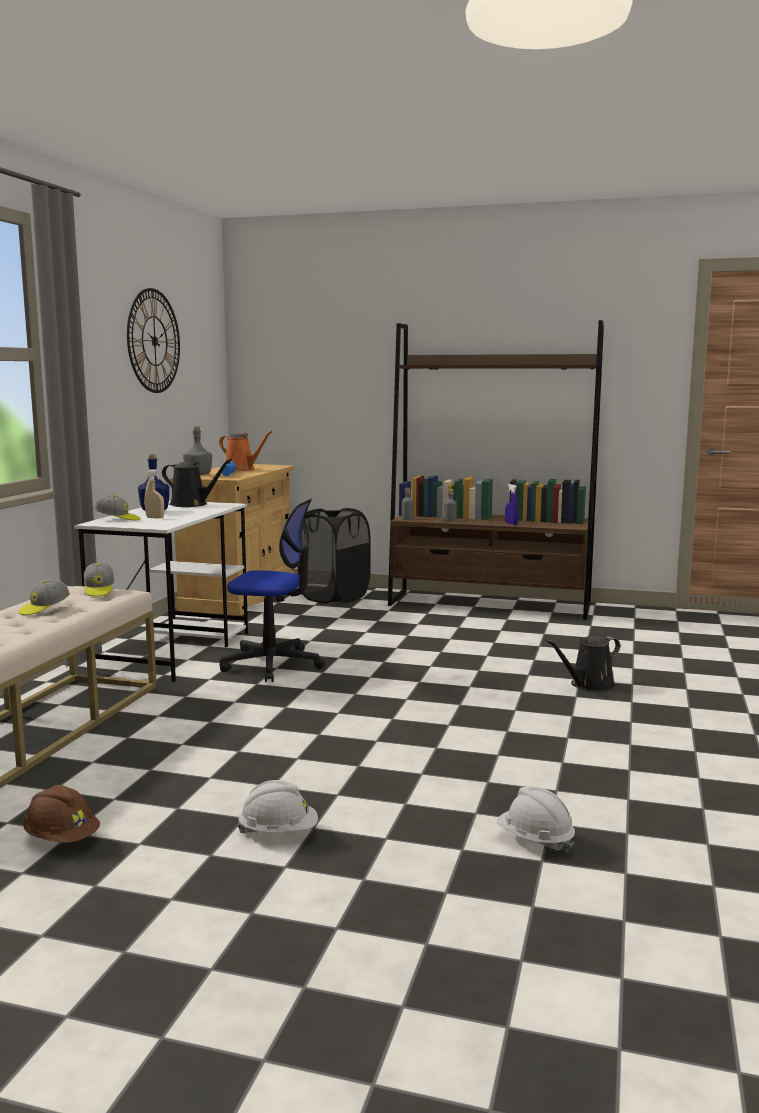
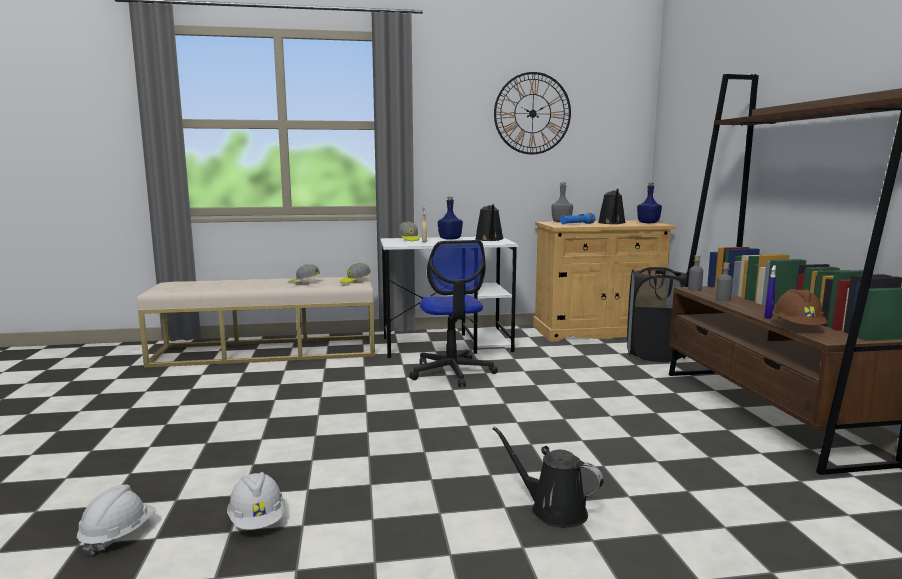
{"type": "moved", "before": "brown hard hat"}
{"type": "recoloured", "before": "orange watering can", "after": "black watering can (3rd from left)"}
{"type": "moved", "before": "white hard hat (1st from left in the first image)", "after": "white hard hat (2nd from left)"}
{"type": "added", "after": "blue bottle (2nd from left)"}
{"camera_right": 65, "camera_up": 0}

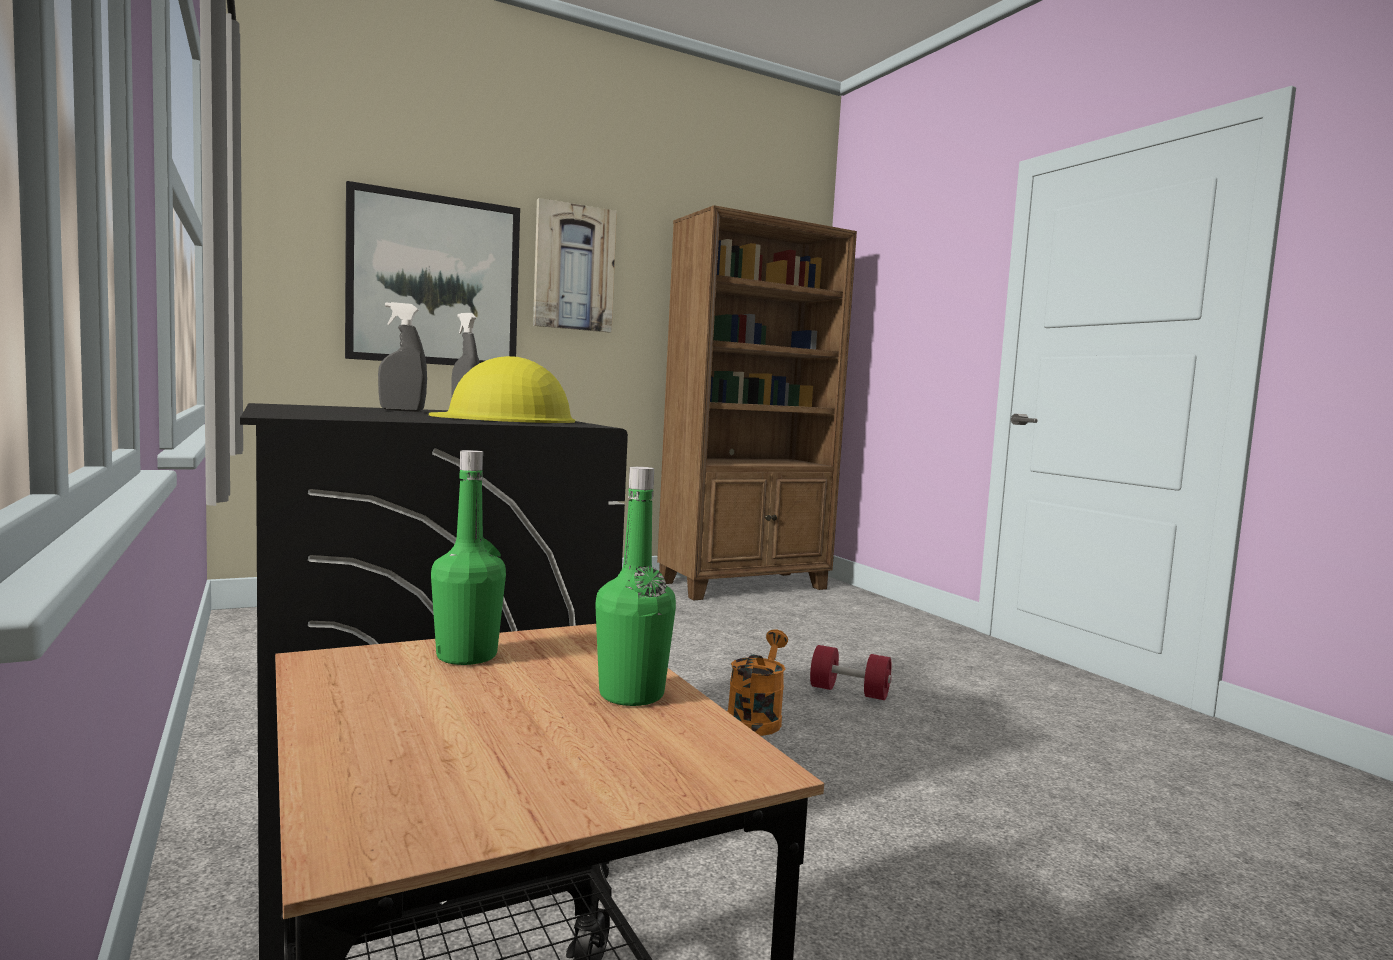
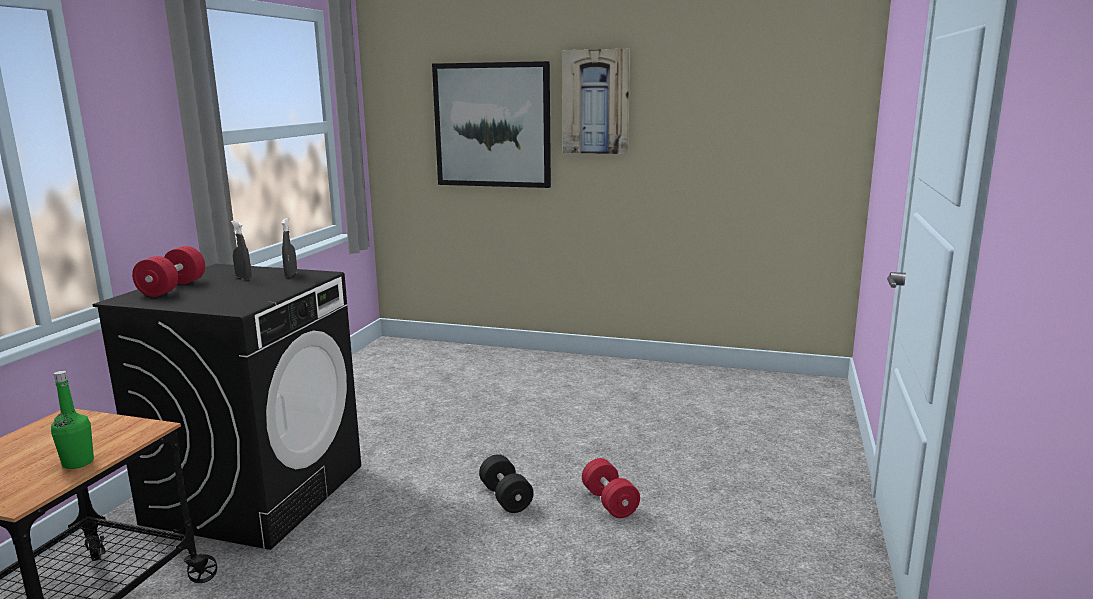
{"type": "removed", "before": "yellow hard hat"}
{"type": "removed", "before": "green bottle (1st from left)"}
{"type": "removed", "before": "brown bookcase"}
{"type": "replaced", "before": "orange watering can", "after": "black dumbbell"}
{"type": "added", "after": "red dumbbell (1st from left)"}
{"camera_right": 45, "camera_up": 10}

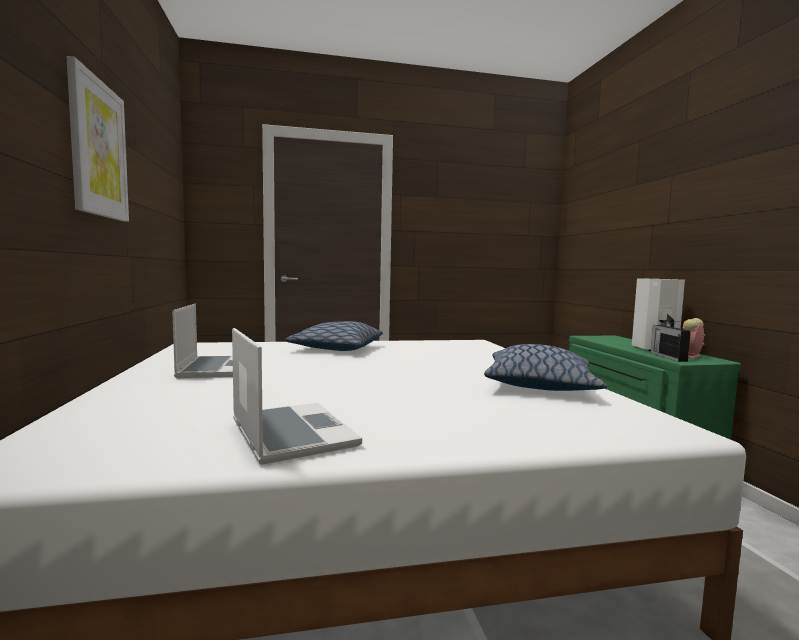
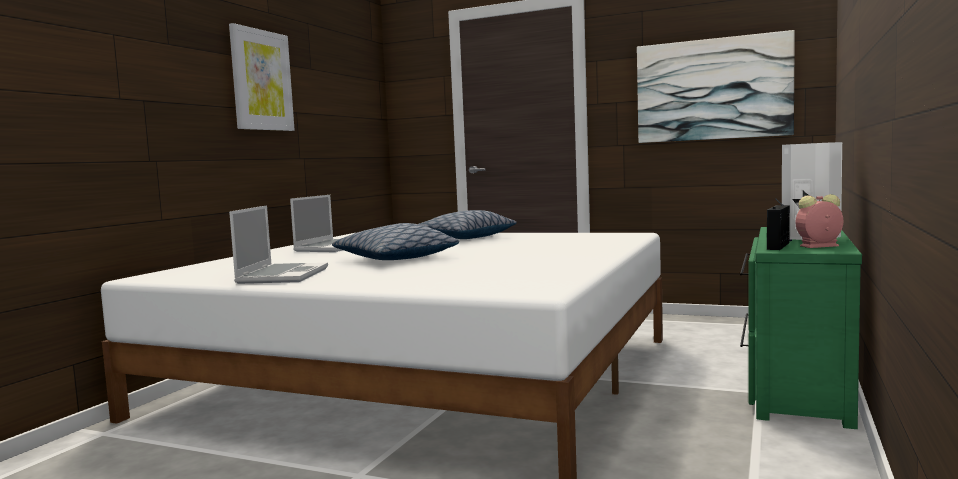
{"type": "moved", "before": "pillow (2nd from left in the first image)", "after": "pillow (1st from left)"}
{"type": "added", "after": "picture (2nd from left)"}
{"camera_right": 35, "camera_up": 0}

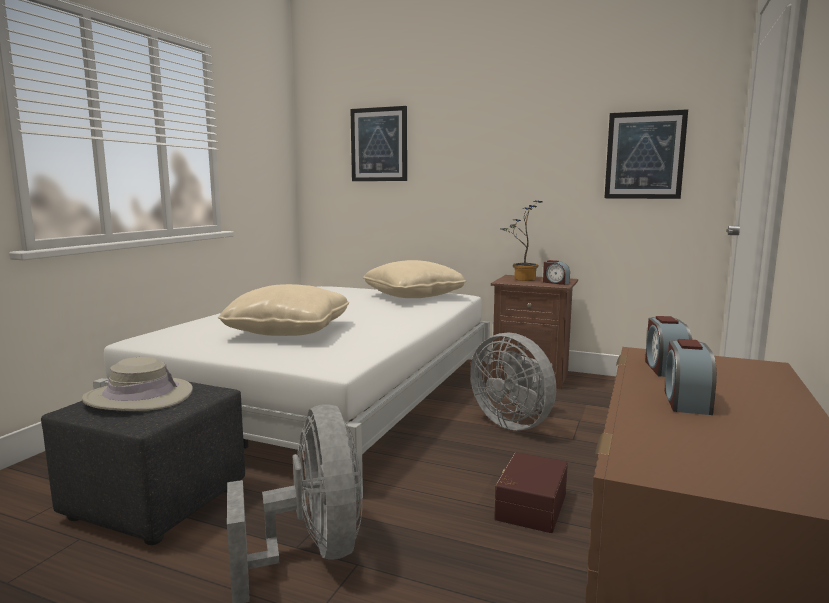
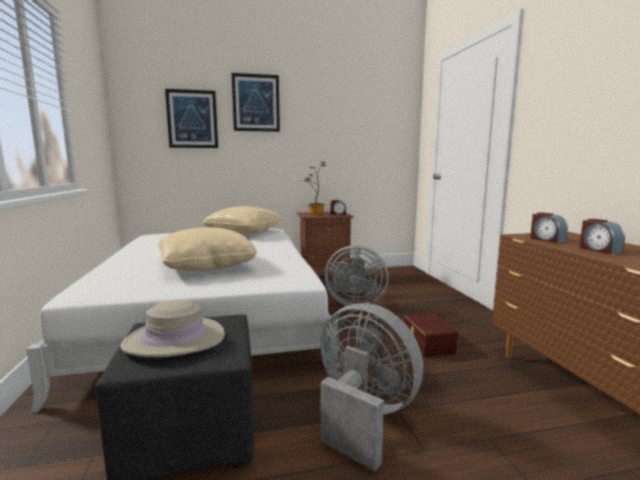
{"type": "moved", "before": "picture (2nd from left)"}
{"camera_right": -35, "camera_up": 0}

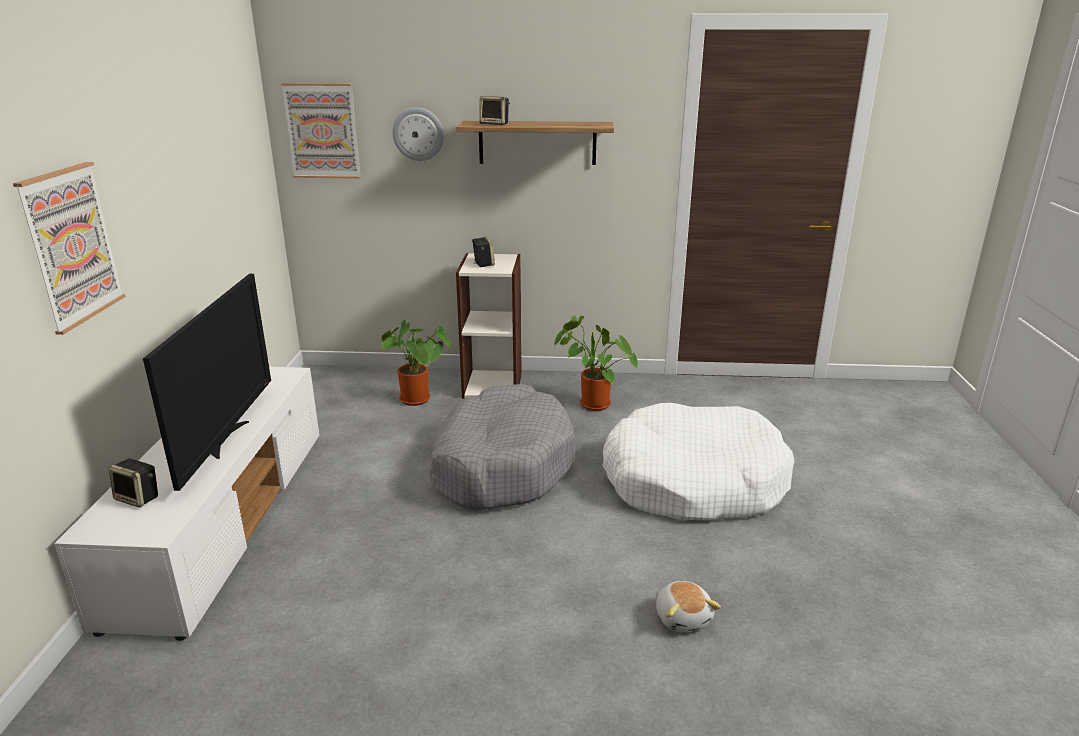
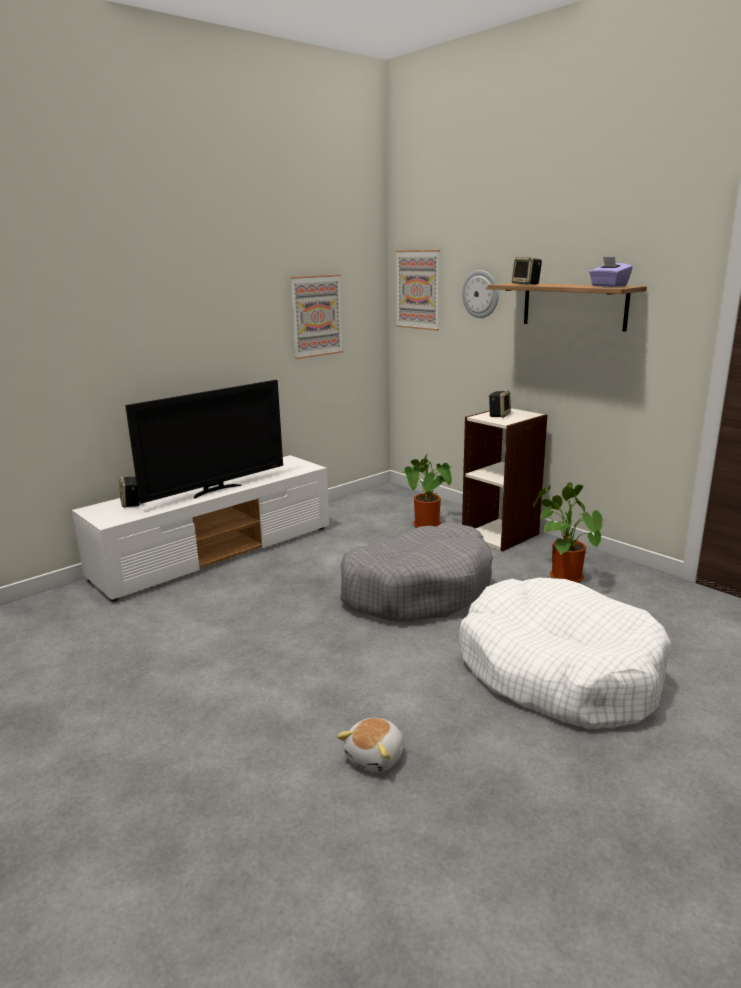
{"type": "moved", "before": "picture (1st from left)"}
{"type": "added", "after": "purple tissue box"}
{"camera_right": 45, "camera_up": -5}

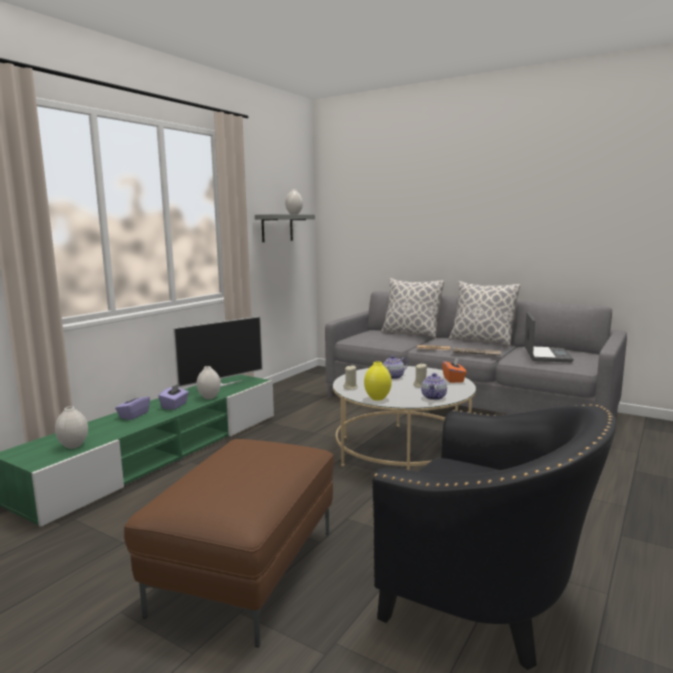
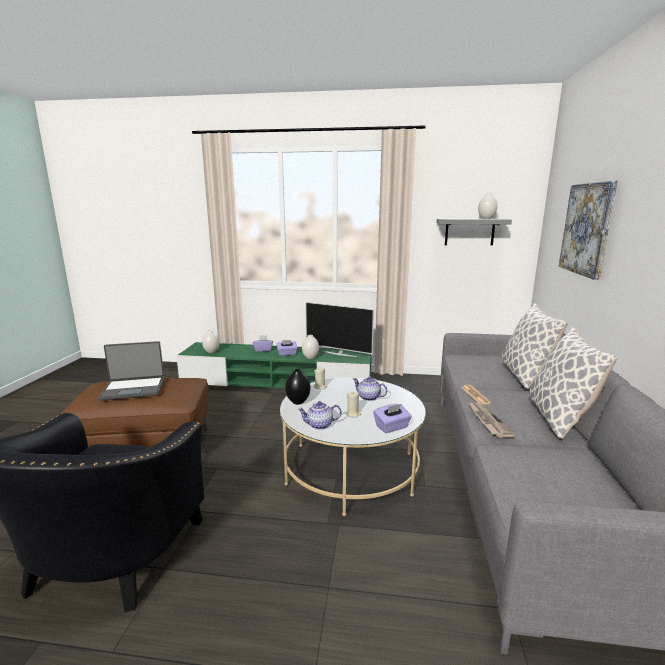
{"type": "recoloured", "before": "yellow vase", "after": "black vase"}
{"type": "recoloured", "before": "orange tissue box", "after": "purple tissue box (3rd from left)"}
{"type": "moved", "before": "laptop"}
{"type": "added", "after": "picture"}
{"camera_right": 65, "camera_up": 5}

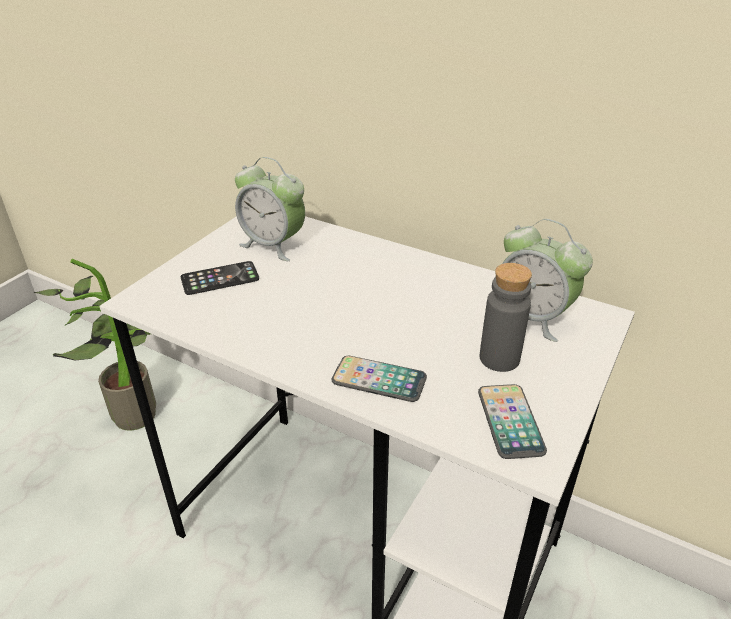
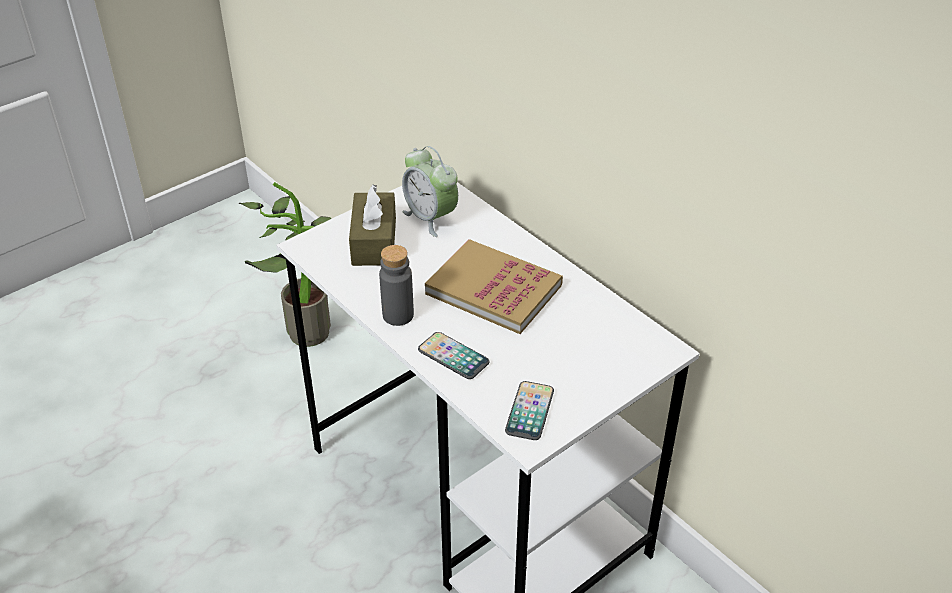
{"type": "replaced", "before": "phone (1st from left)", "after": "brown tissue box"}
{"type": "moved", "before": "grey bottle"}
{"type": "removed", "before": "alarm clock (2nd from left)"}
{"type": "added", "after": "book"}
{"camera_right": 20, "camera_up": 5}

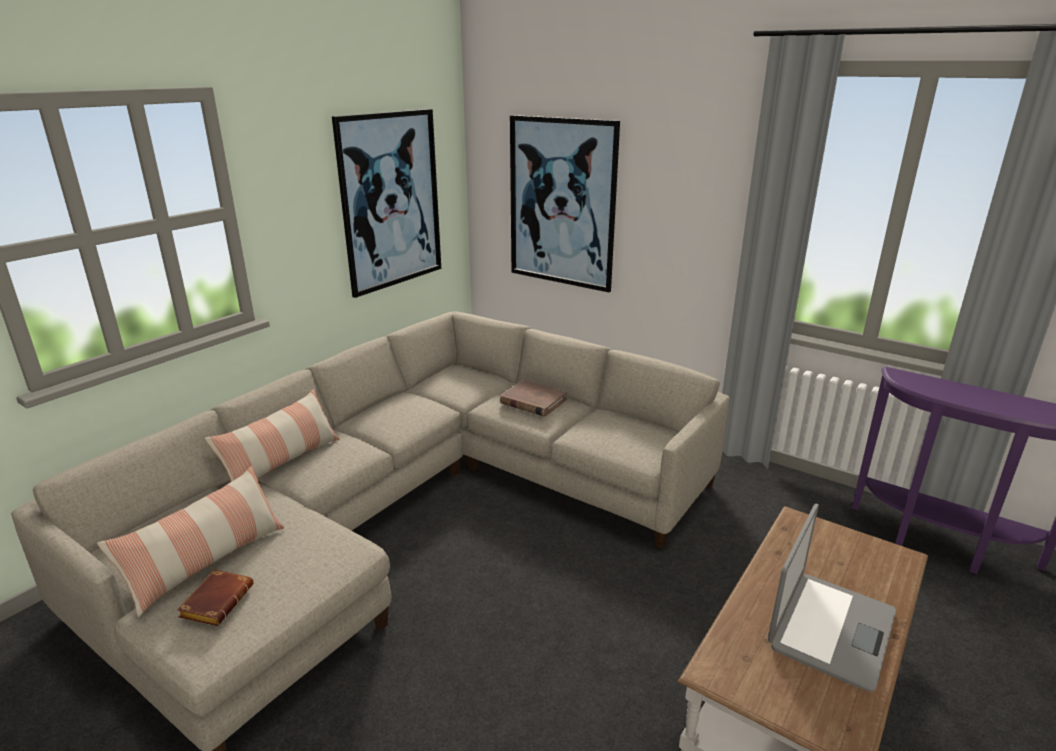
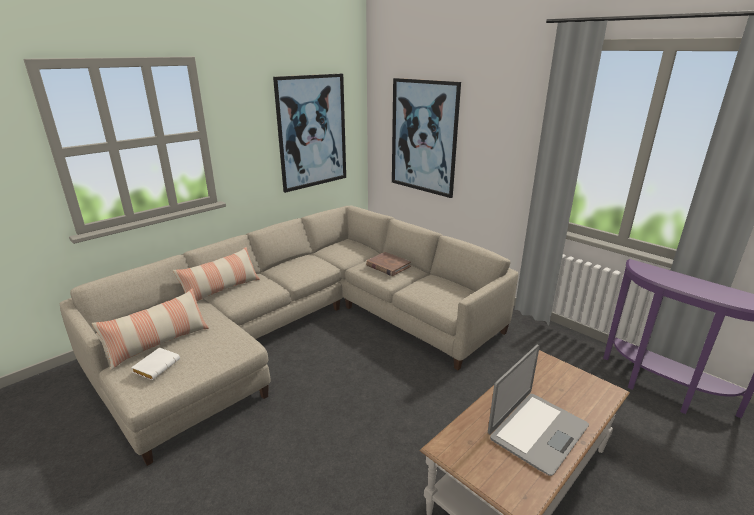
{"type": "recoloured", "before": "brown book (1st from left)", "after": "white book"}
{"camera_right": 10, "camera_up": 0}

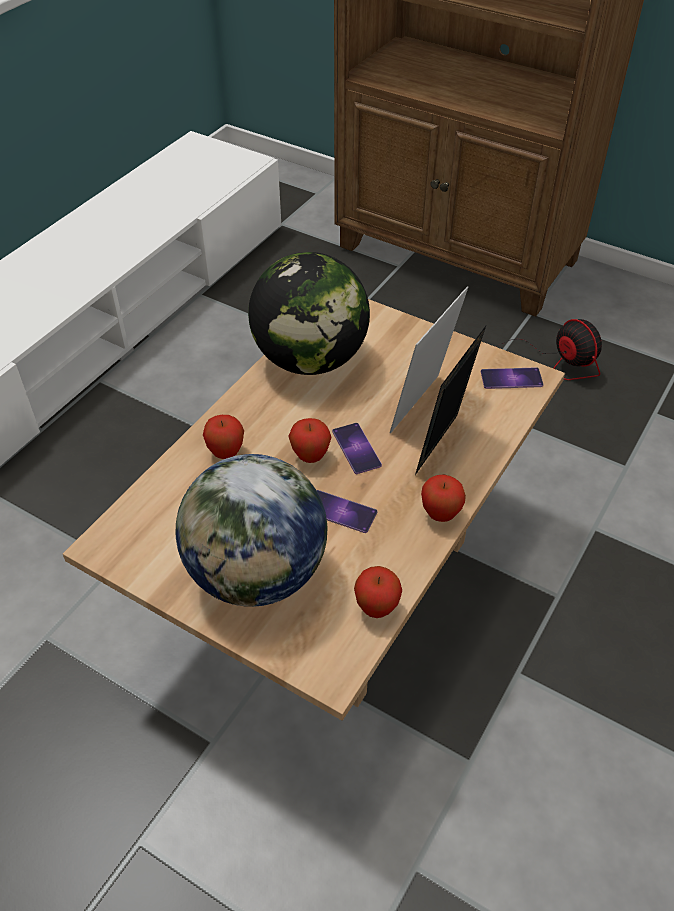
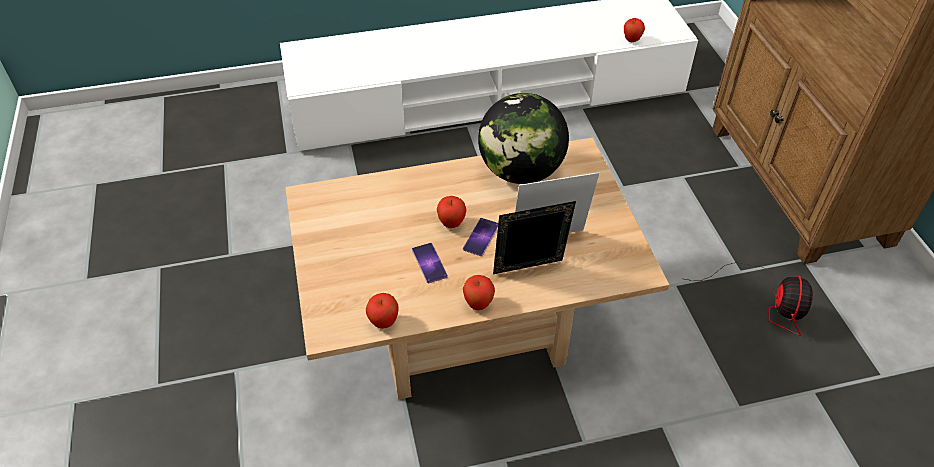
{"type": "removed", "before": "globe (1st from left)"}
{"type": "moved", "before": "apple (1st from left in the first image)", "after": "apple (4th from left)"}
{"type": "removed", "before": "phone (3rd from left)"}
{"camera_right": 45, "camera_up": 0}

